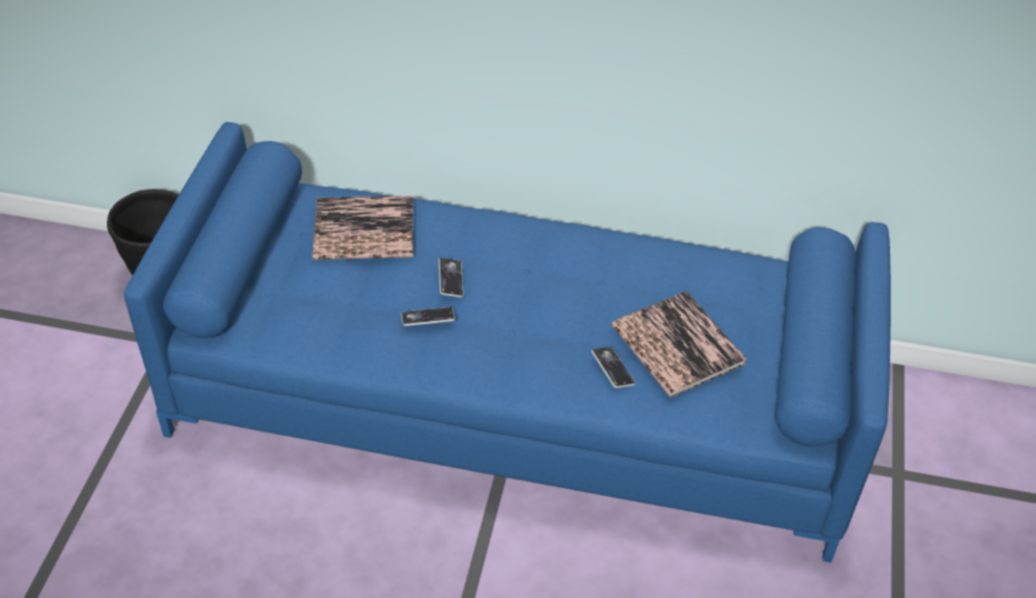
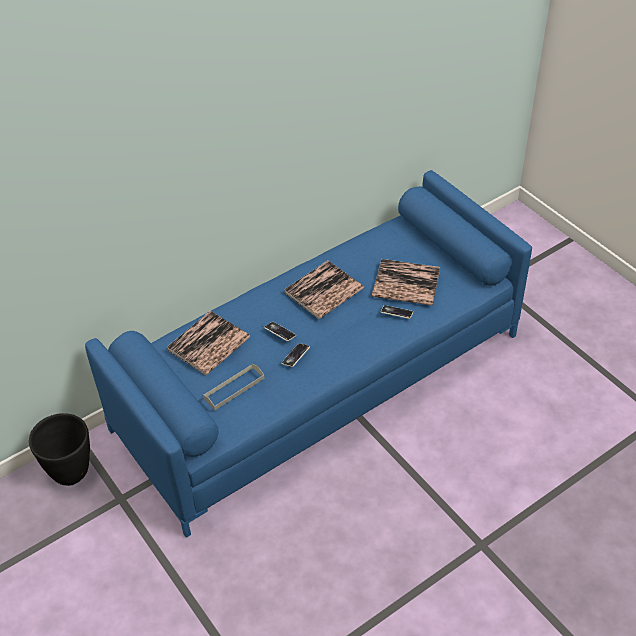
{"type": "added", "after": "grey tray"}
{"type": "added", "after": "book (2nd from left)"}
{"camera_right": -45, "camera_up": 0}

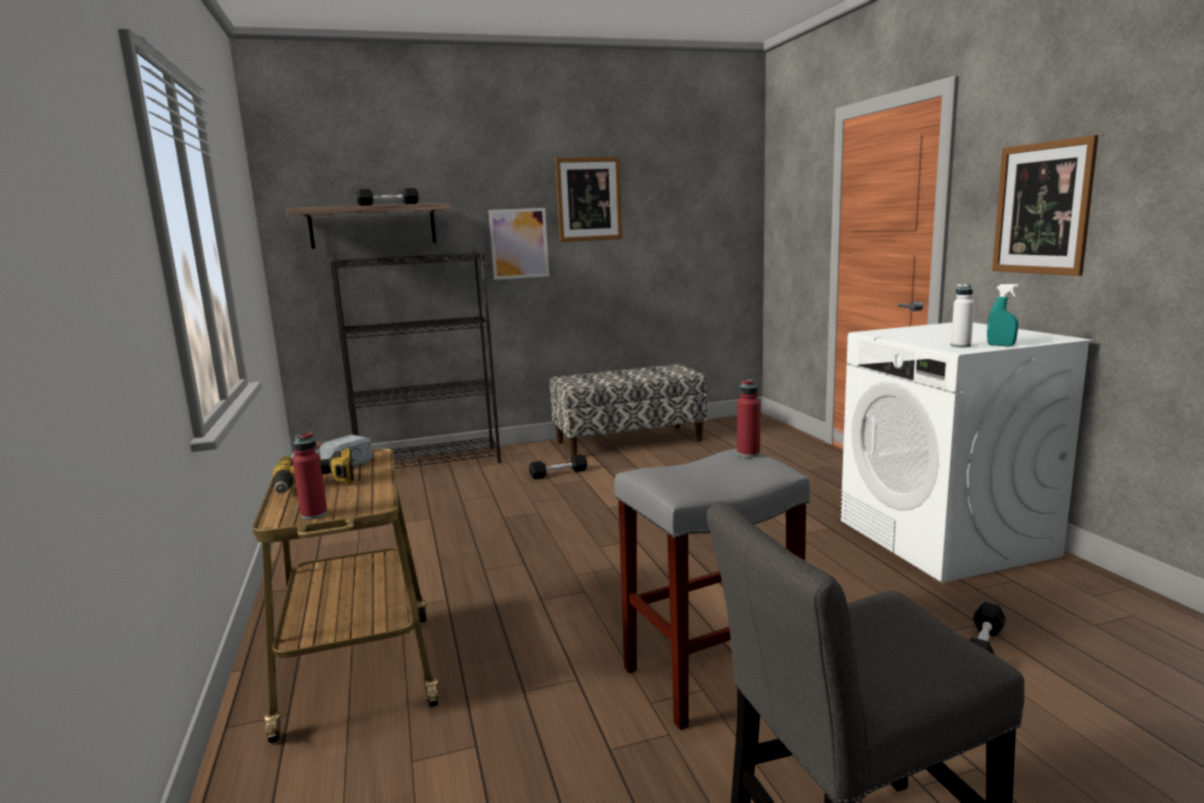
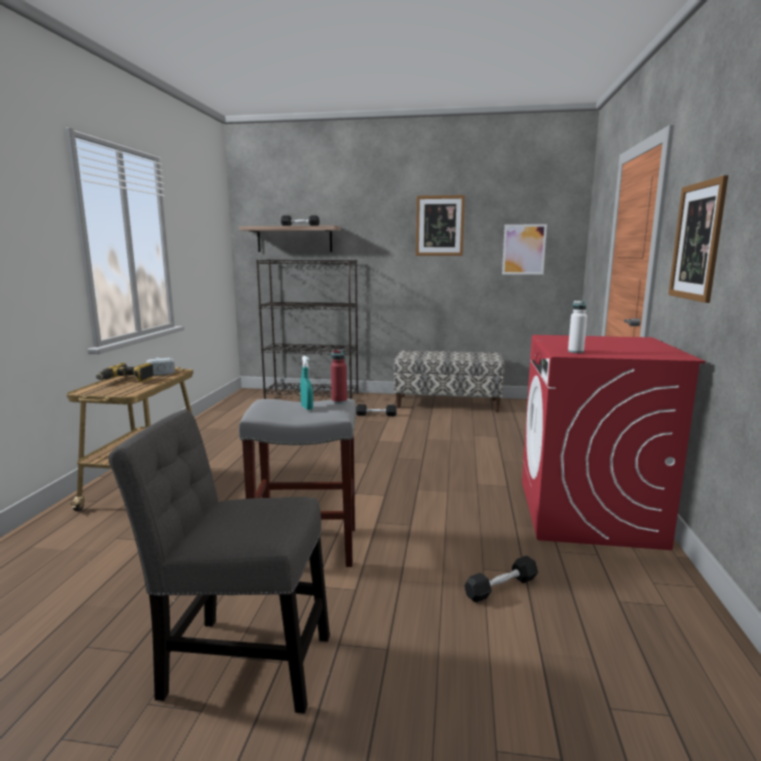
{"type": "removed", "before": "red bottle (1st from left)"}
{"type": "moved", "before": "picture (1st from left in the first image)", "after": "picture (2nd from left)"}
{"type": "recoloured", "before": "white washing machine", "after": "red washing machine"}
{"type": "moved", "before": "turquoise spray bottle"}
{"camera_right": 25, "camera_up": 0}

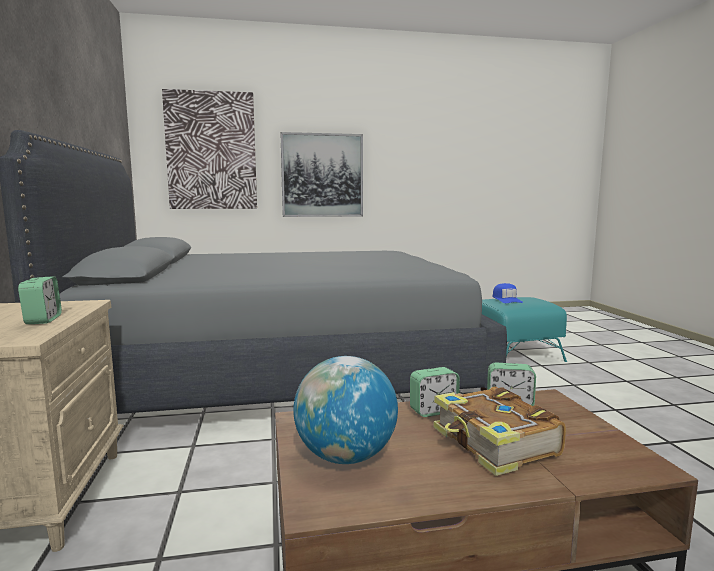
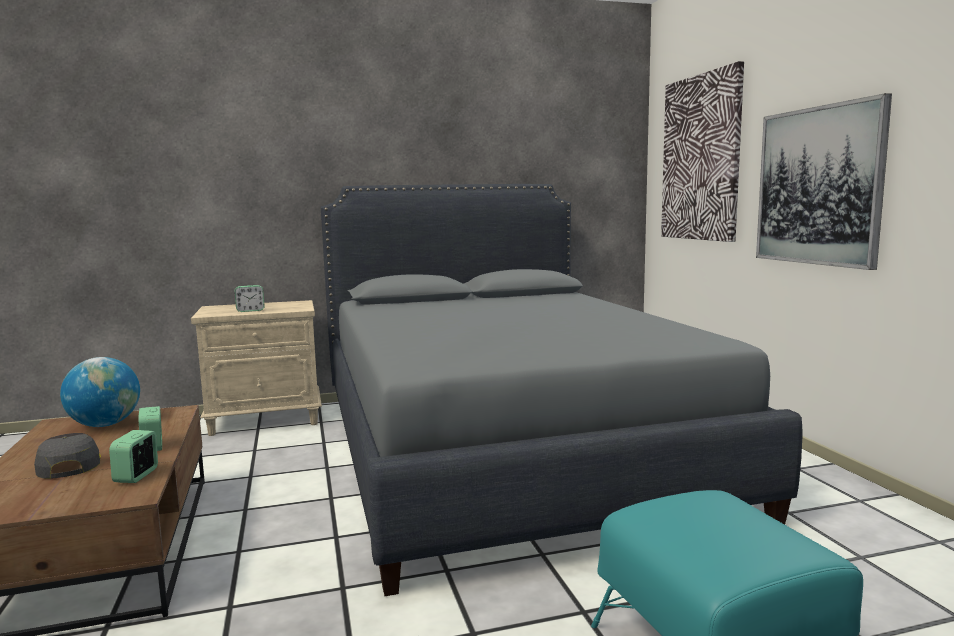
{"type": "replaced", "before": "book", "after": "grey cap"}
{"type": "removed", "before": "blue cap"}
{"camera_right": 85, "camera_up": 0}

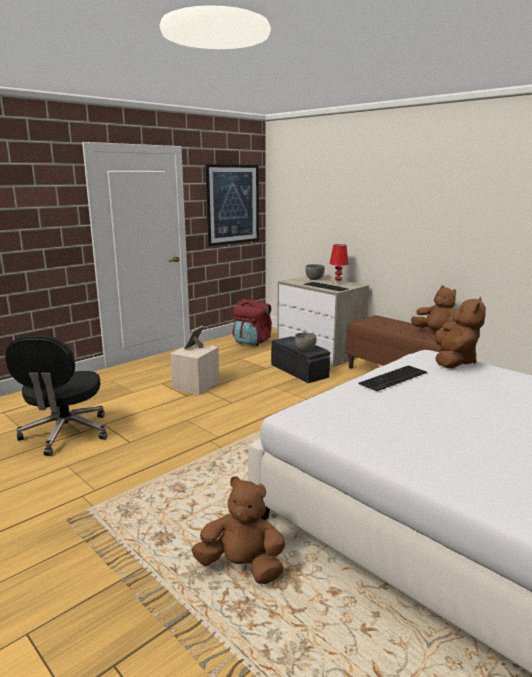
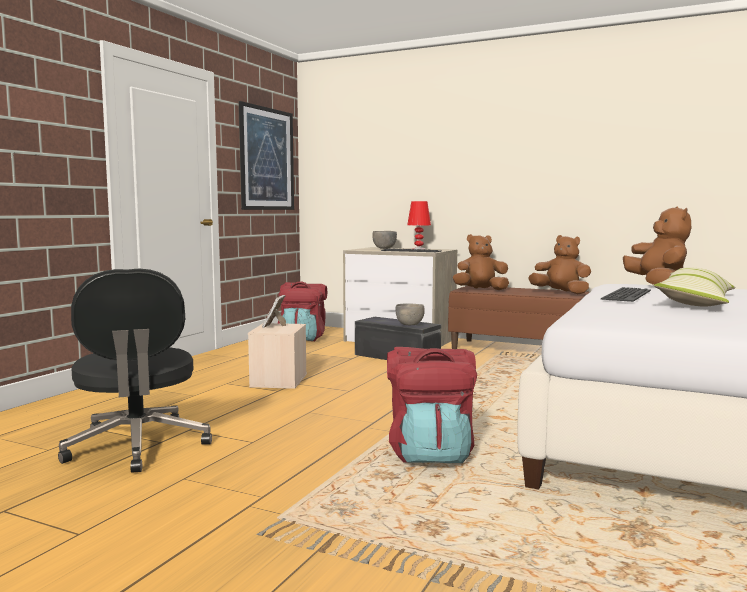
{"type": "moved", "before": "brown plush toy (1st from left)"}
{"type": "added", "after": "red backpack (2nd from left)"}
{"type": "added", "after": "pillow"}
{"camera_right": -20, "camera_up": -10}

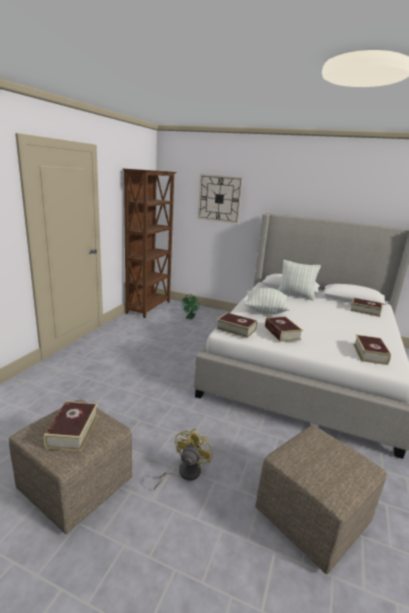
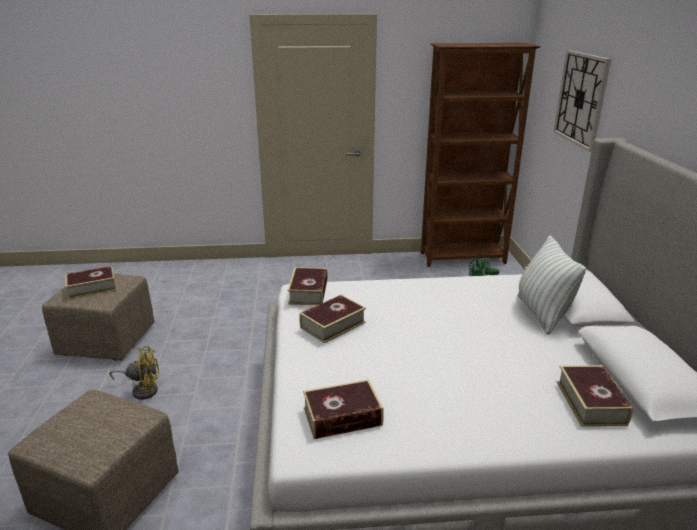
{"type": "removed", "before": "pillow (1st from left)"}
{"camera_right": 65, "camera_up": 5}

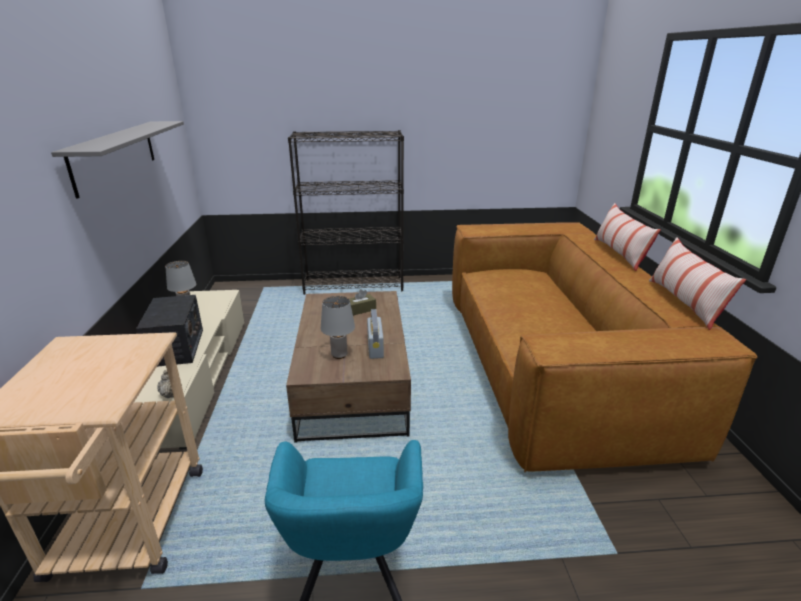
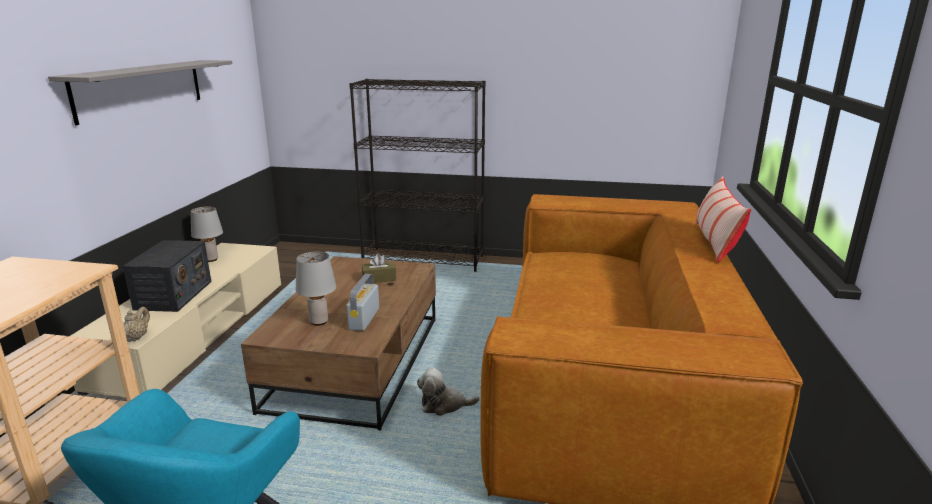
{"type": "removed", "before": "pillow (2nd from left)"}
{"type": "added", "after": "plush toy"}
{"camera_right": 15, "camera_up": -5}

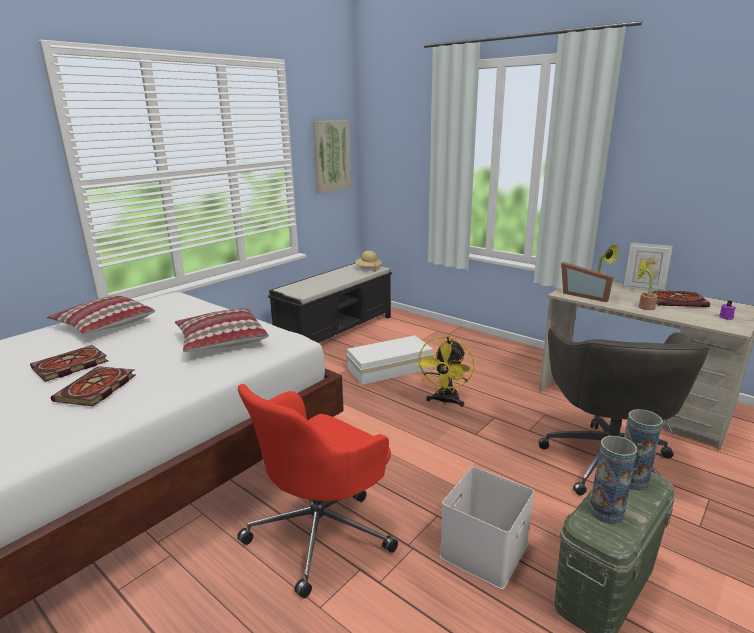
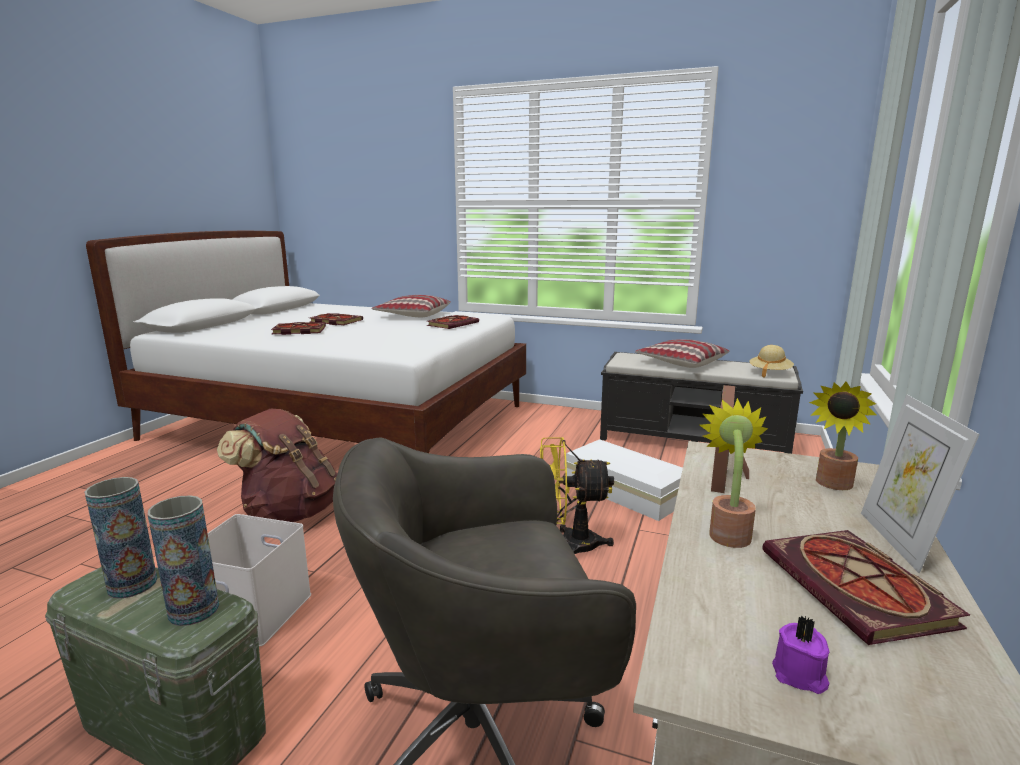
{"type": "moved", "before": "pillow (2nd from left)"}
{"type": "replaced", "before": "red office chair", "after": "brown backpack"}
{"type": "removed", "before": "picture"}
{"type": "added", "after": "book (3rd from left)"}
{"camera_right": 70, "camera_up": -5}

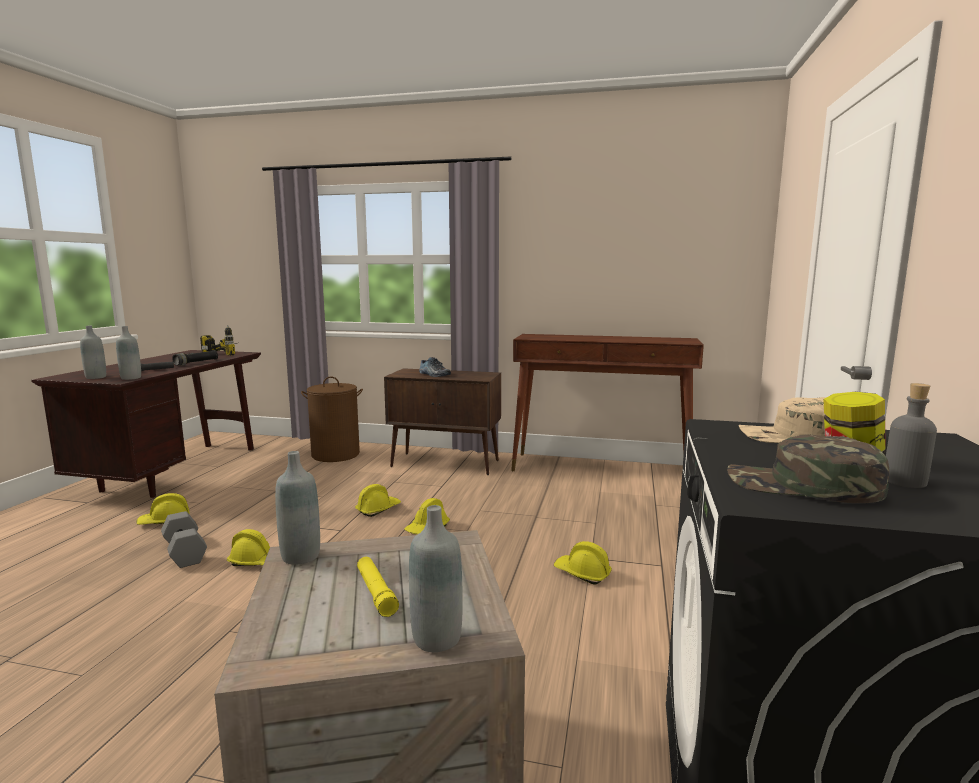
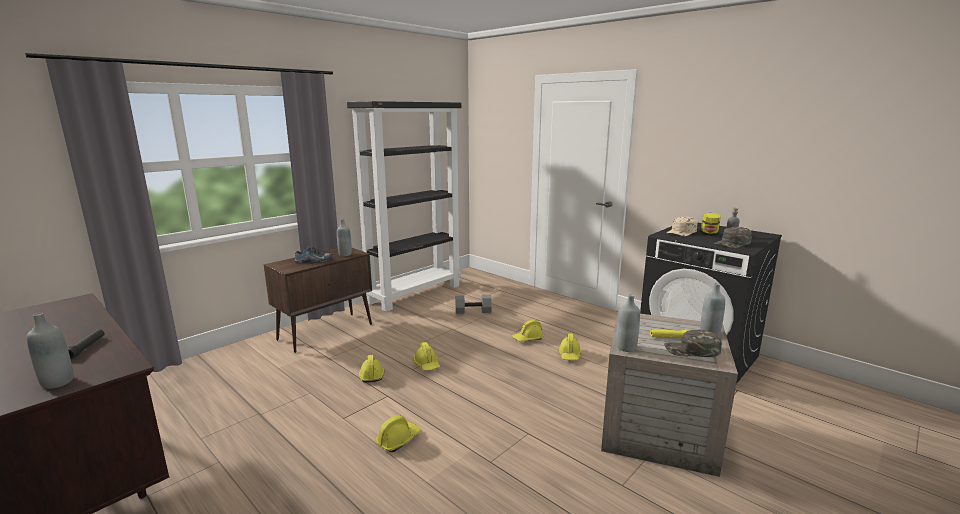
{"type": "moved", "before": "grey bottle (2nd from left)"}
{"type": "moved", "before": "yellow hard hat (1st from left in the first image)", "after": "yellow hard hat (5th from left)"}
{"type": "moved", "before": "grey dumbbell"}
{"type": "removed", "before": "black flashlight (2nd from left)"}
{"type": "removed", "before": "power drill"}
{"type": "removed", "before": "brown laundry basket"}
{"type": "replaced", "before": "brown console table", "after": "black bookcase"}
{"type": "added", "after": "green cap (1st from left)"}
{"camera_right": -60, "camera_up": 5}

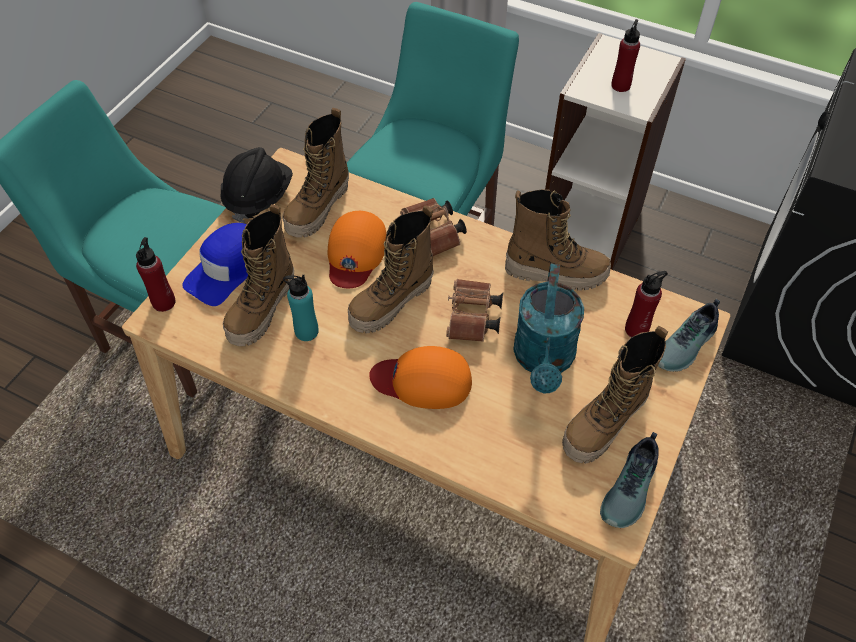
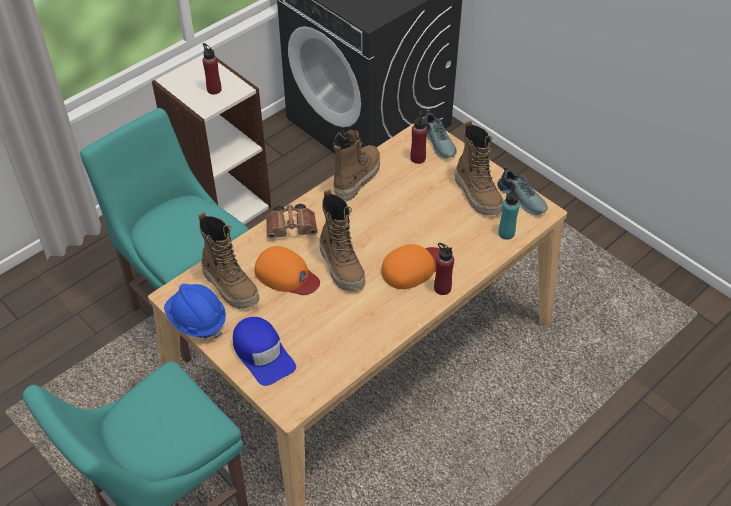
{"type": "moved", "before": "red bottle (1st from left in the first image)", "after": "red bottle (3rd from left)"}
{"type": "recoloured", "before": "black hard hat", "after": "blue hard hat"}
{"type": "removed", "before": "boot (1st from left)"}
{"type": "moved", "before": "turquoise bottle"}
{"type": "turned", "before": "orange cap (2nd from left)", "turn": -150}
{"type": "removed", "before": "brown binoculars (2nd from left)"}
{"type": "removed", "before": "turquoise watering can"}
{"camera_right": -70, "camera_up": -5}

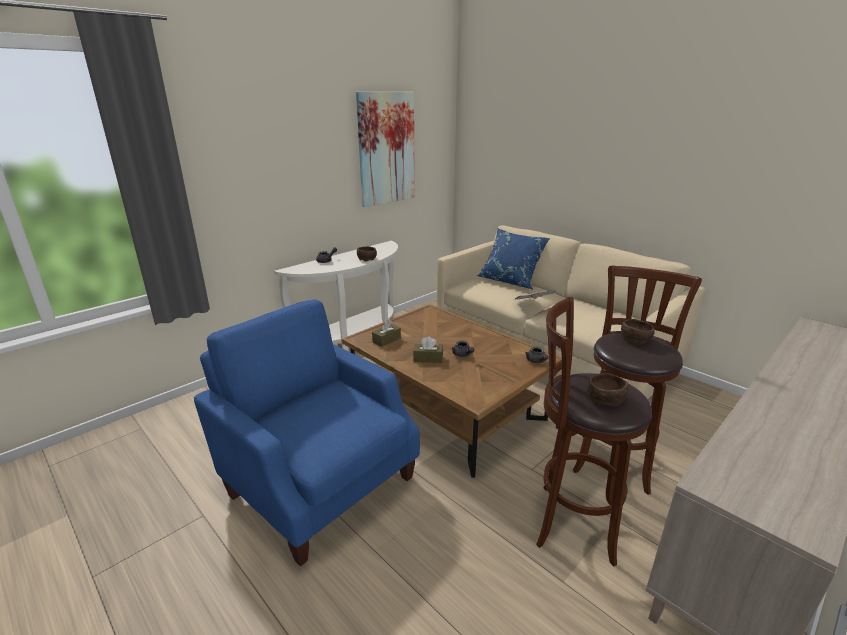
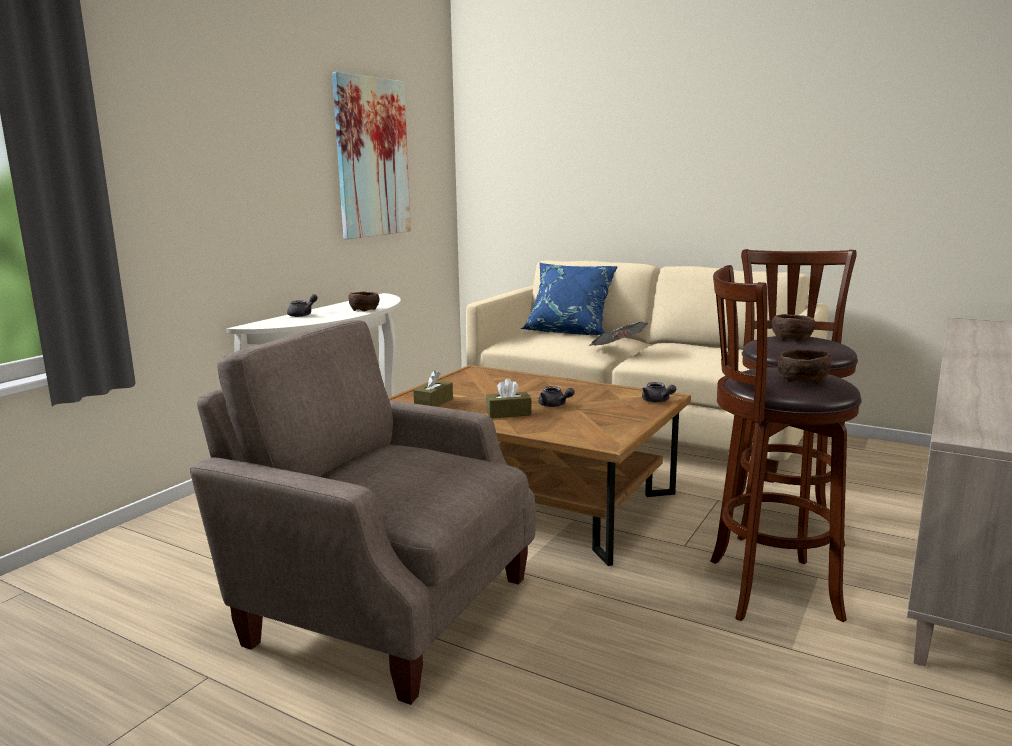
{"type": "recoloured", "before": "blue armchair", "after": "beige armchair"}
{"camera_right": -15, "camera_up": -10}

